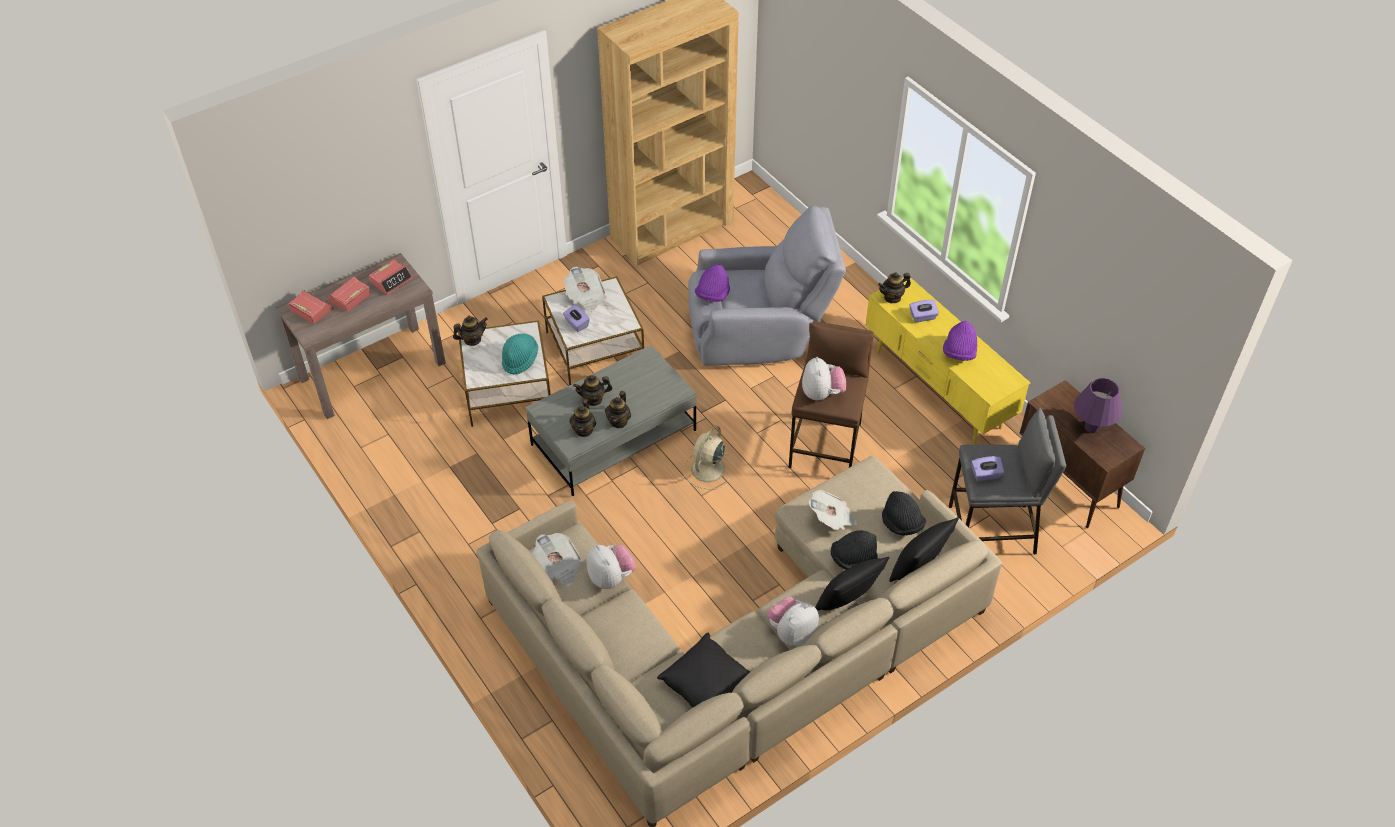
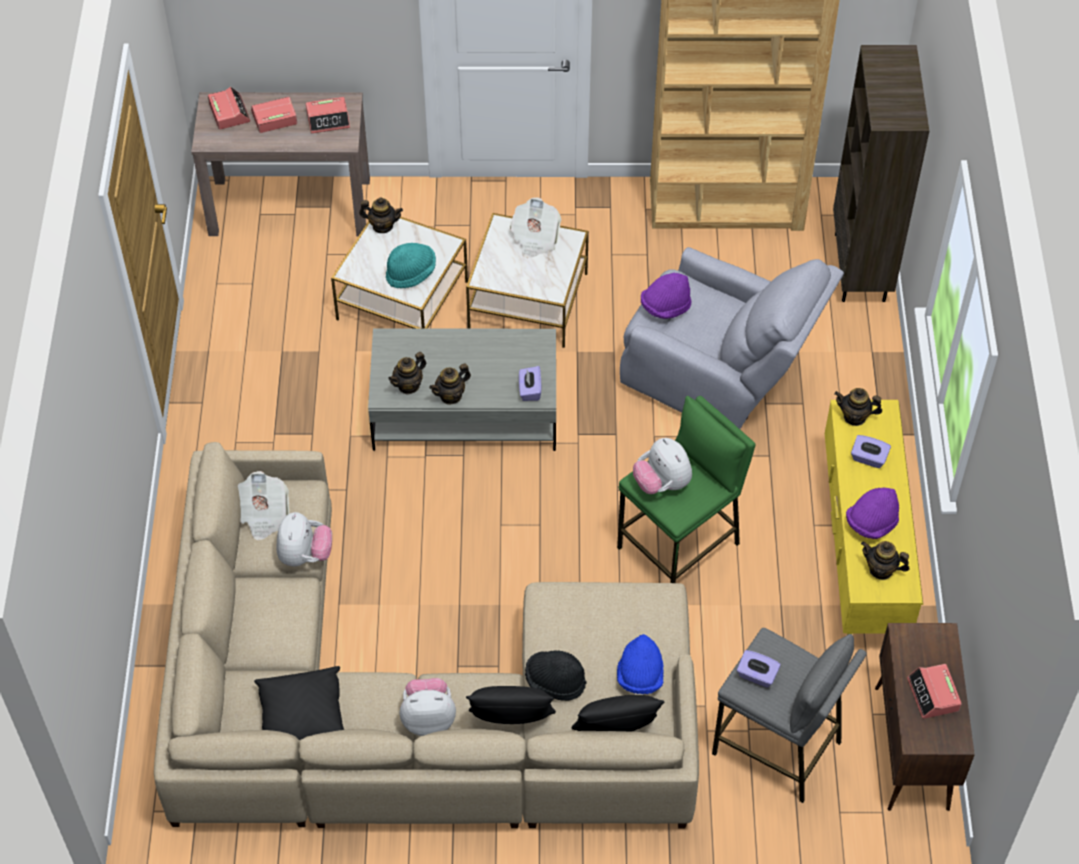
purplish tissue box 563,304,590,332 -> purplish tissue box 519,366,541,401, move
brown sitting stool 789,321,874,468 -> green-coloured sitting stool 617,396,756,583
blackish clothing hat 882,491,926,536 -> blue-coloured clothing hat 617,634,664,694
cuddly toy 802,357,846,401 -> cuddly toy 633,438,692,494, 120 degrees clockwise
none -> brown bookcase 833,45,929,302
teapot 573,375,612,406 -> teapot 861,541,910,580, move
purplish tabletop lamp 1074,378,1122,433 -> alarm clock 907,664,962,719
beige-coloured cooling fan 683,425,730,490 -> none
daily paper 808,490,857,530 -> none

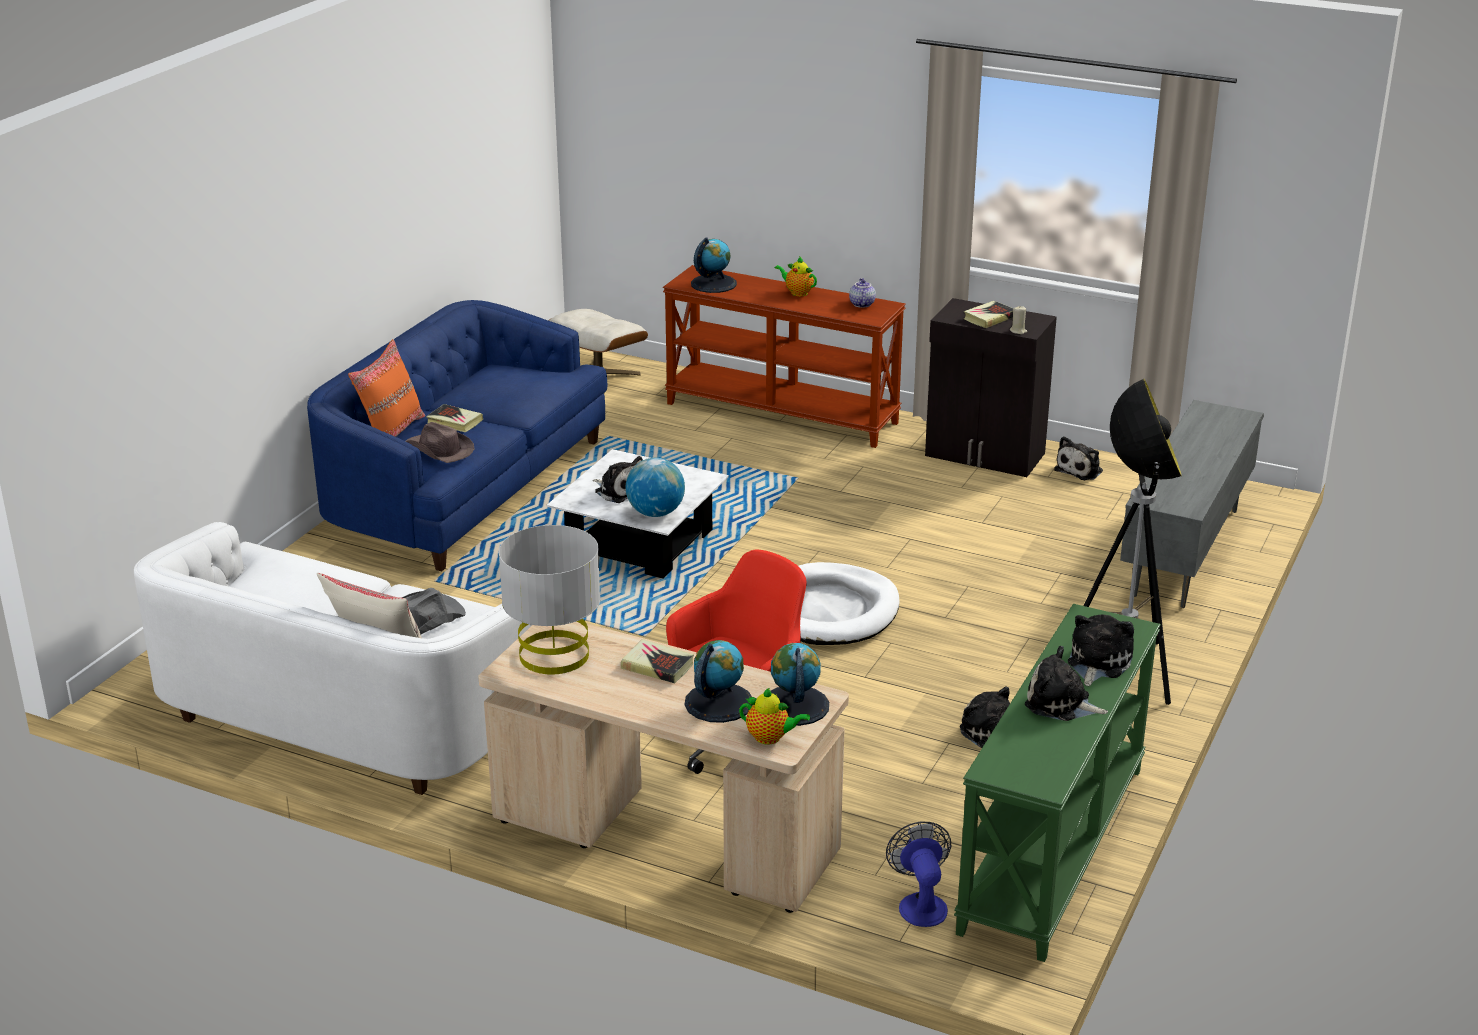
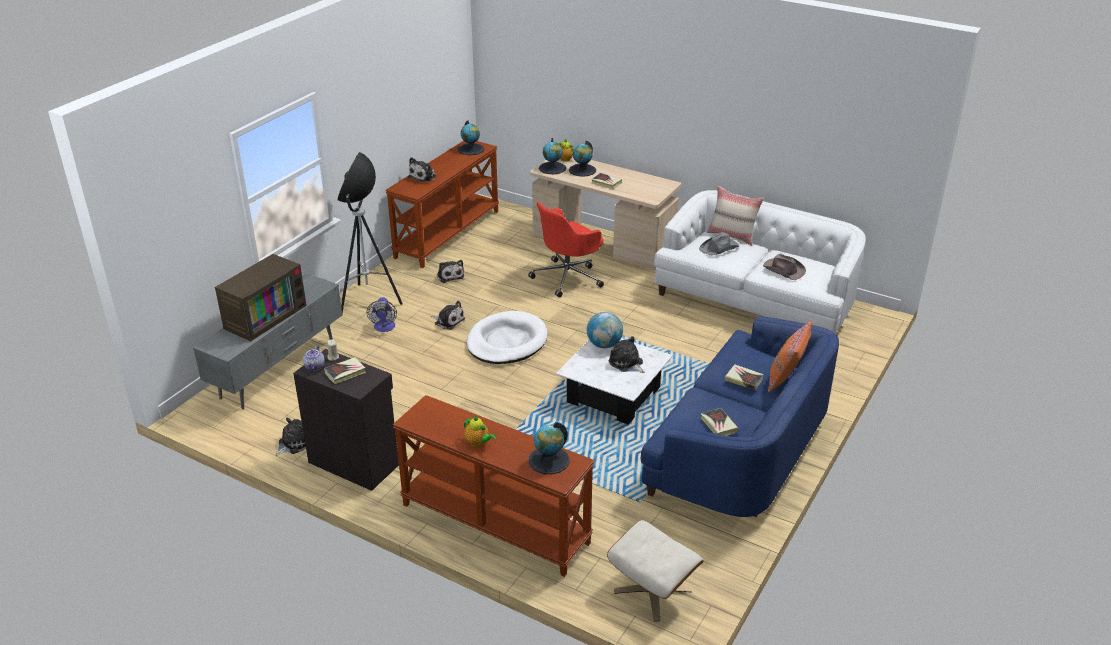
none -> TV 215,254,307,341
teapot 849,278,876,308 -> teapot 303,345,325,371, move
cooling fan 886,821,951,927 -> cooling fan 367,297,397,332, move
green-coloured console table 954,604,1161,962 -> brown console table 385,141,499,268
cuddly toy 1025,646,1108,721 -> cuddly toy 431,301,465,330, move
none -> globe 458,120,484,155
none -> volume 701,408,739,436
brown clothing hat 406,422,474,463 -> brown clothing hat 763,254,806,280, move
greyish tabletop lamp 499,525,600,675 -> none

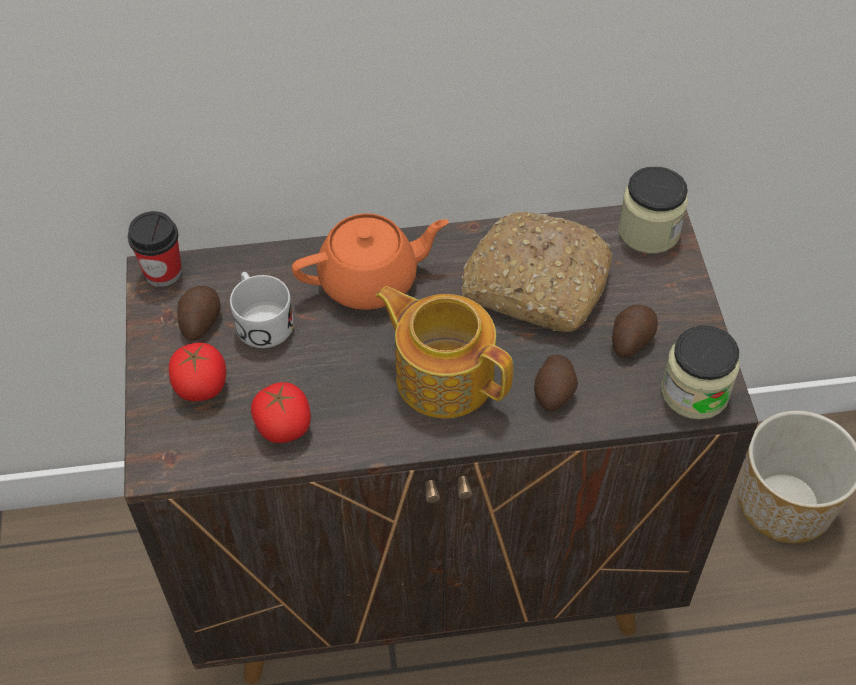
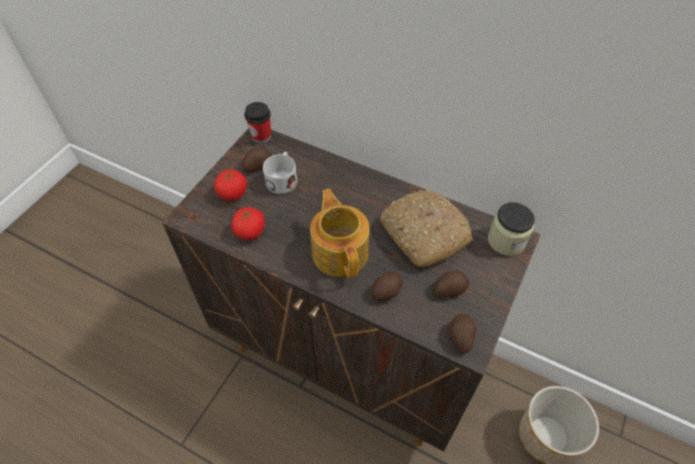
storage jar 661,325,739,420 -> whole potato 449,314,476,353
orange-coloured teapot 292,213,449,310 -> none

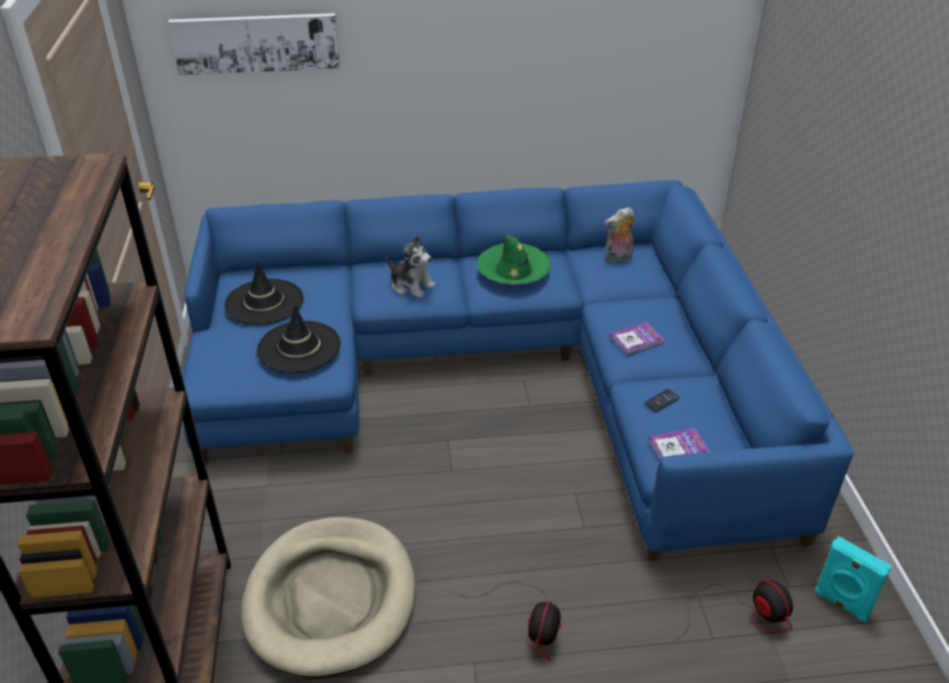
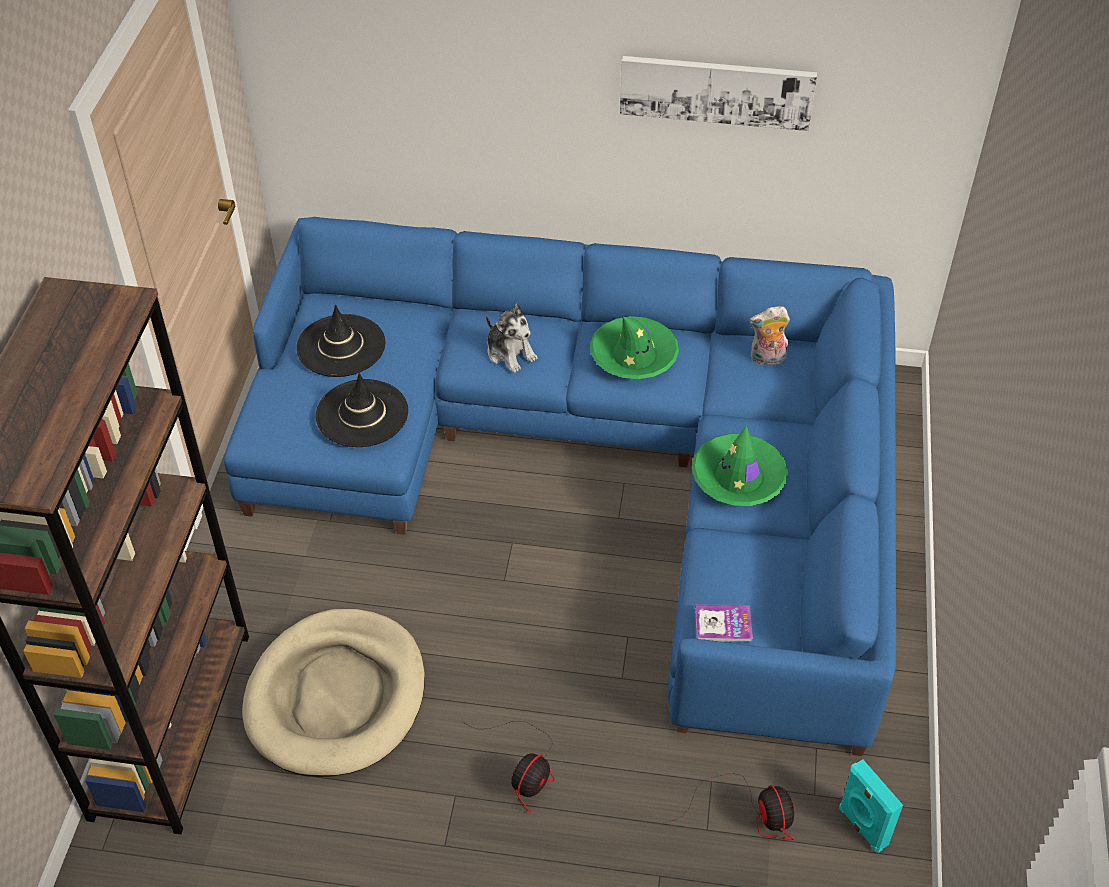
wall art 168,13,340,75 -> wall art 620,56,817,131, move
volume 610,322,665,355 -> green-coloured clothing hat 692,426,788,506
handset 645,389,679,412 -> none

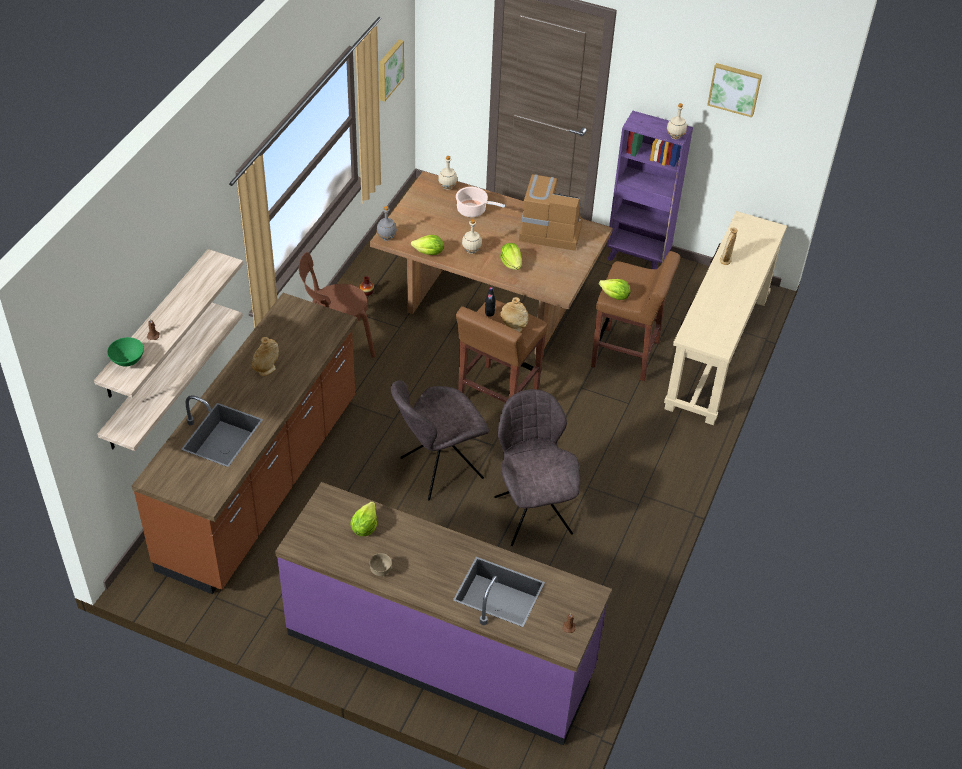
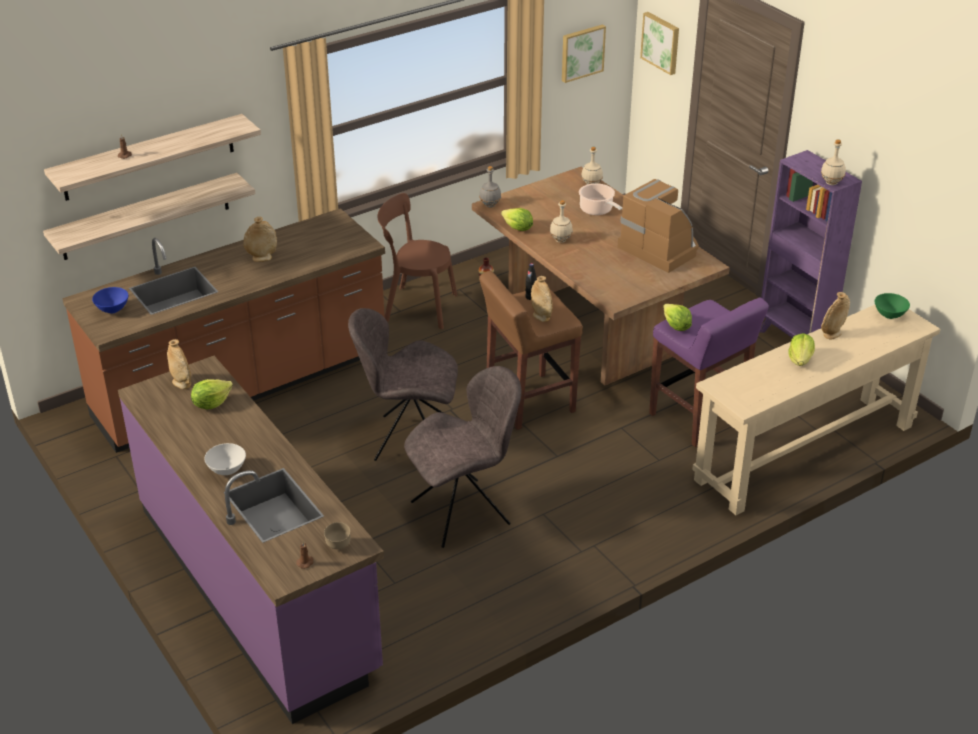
none -> blue-coloured serving bowl 92,287,128,313
none -> beige-coloured flower vase 167,339,191,389
none -> white-coloured serving bowl 204,443,246,475
brown serving bowl 370,553,392,576 -> brown serving bowl 324,522,351,549, move
greyish plain chair 494,389,580,546 -> greyish plain chair 404,366,522,548, 45 degrees clockwise
wall art 707,63,762,117 -> wall art 640,12,679,75, move
brown sitting stool 591,251,680,381 -> purplish sitting stool 649,297,769,447
head of lettuce 500,243,522,270 -> head of lettuce 788,333,815,366, move
green-coloured serving bowl 107,337,144,367 -> green-coloured serving bowl 875,293,910,319, move

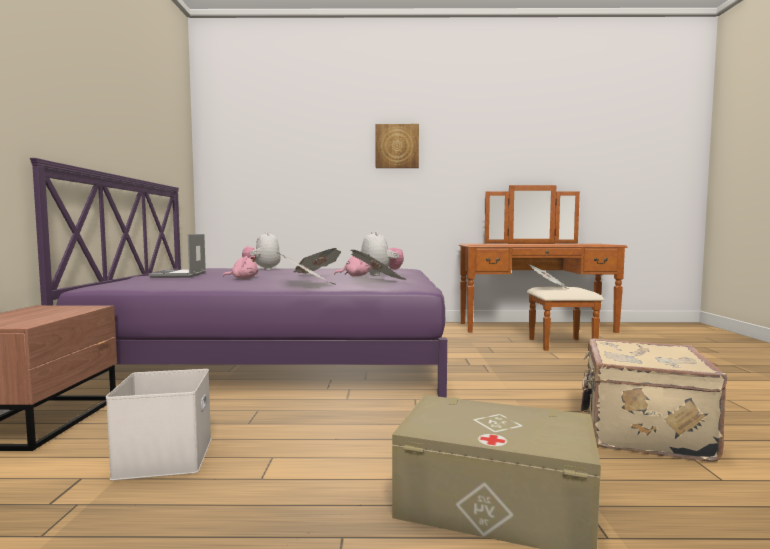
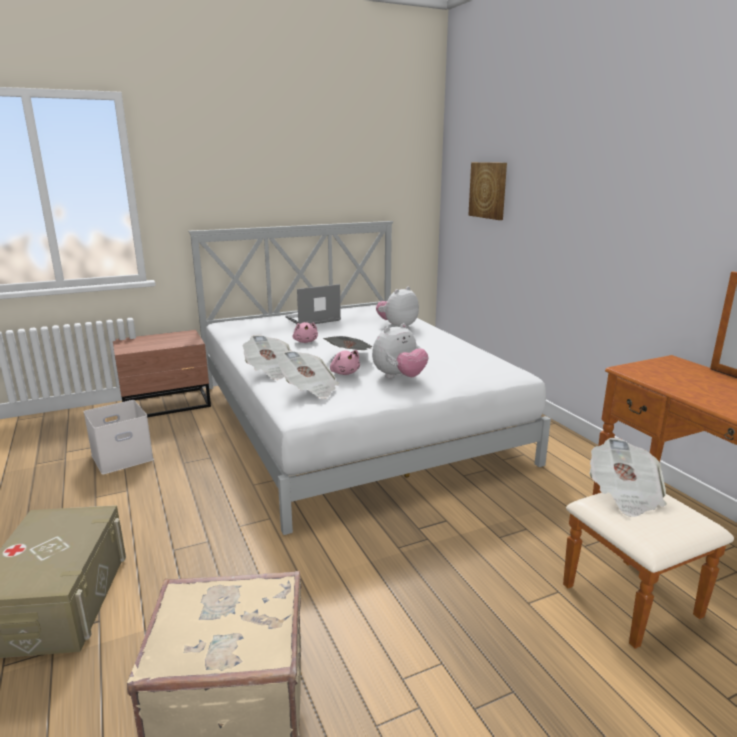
purplish sleeping bed 30,158,447,398 -> white-coloured sleeping bed 188,221,551,535
wall art 375,124,419,168 -> wall art 468,162,507,220, move

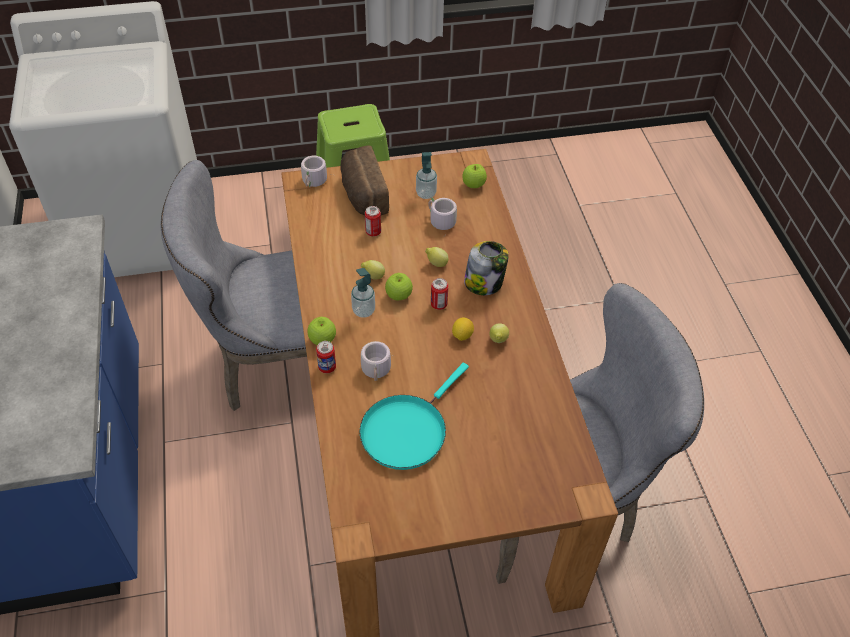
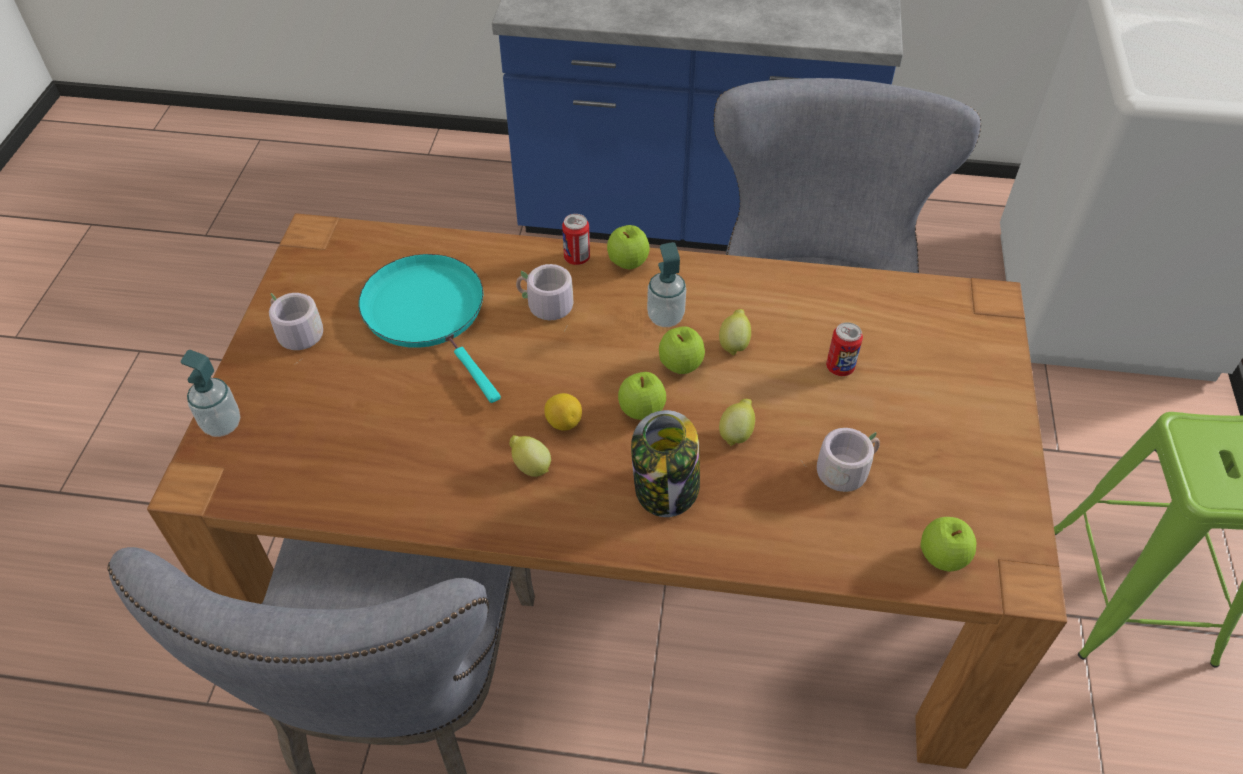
soap dispenser 416,152,437,199 -> soap dispenser 181,350,240,437, move
greyish tea mug 301,156,327,188 -> greyish tea mug 269,293,323,364, move
sealed can 431,278,448,310 -> apple 618,372,666,420
bakery bread 340,146,389,215 -> none

